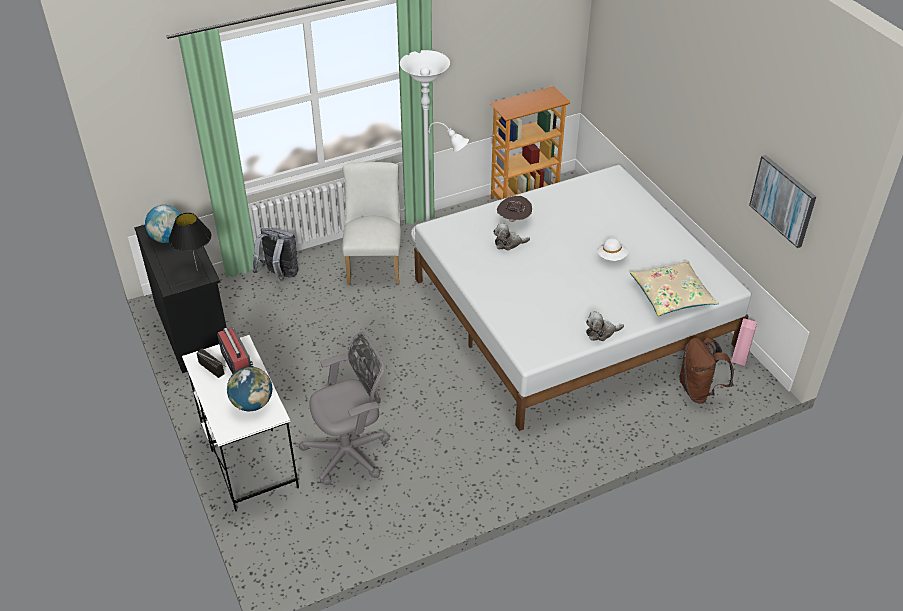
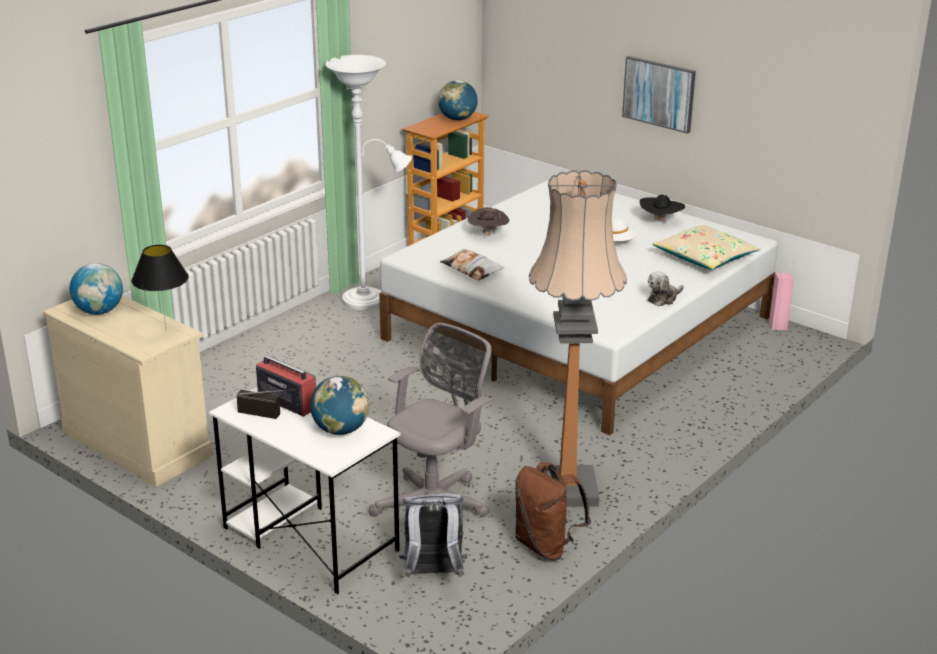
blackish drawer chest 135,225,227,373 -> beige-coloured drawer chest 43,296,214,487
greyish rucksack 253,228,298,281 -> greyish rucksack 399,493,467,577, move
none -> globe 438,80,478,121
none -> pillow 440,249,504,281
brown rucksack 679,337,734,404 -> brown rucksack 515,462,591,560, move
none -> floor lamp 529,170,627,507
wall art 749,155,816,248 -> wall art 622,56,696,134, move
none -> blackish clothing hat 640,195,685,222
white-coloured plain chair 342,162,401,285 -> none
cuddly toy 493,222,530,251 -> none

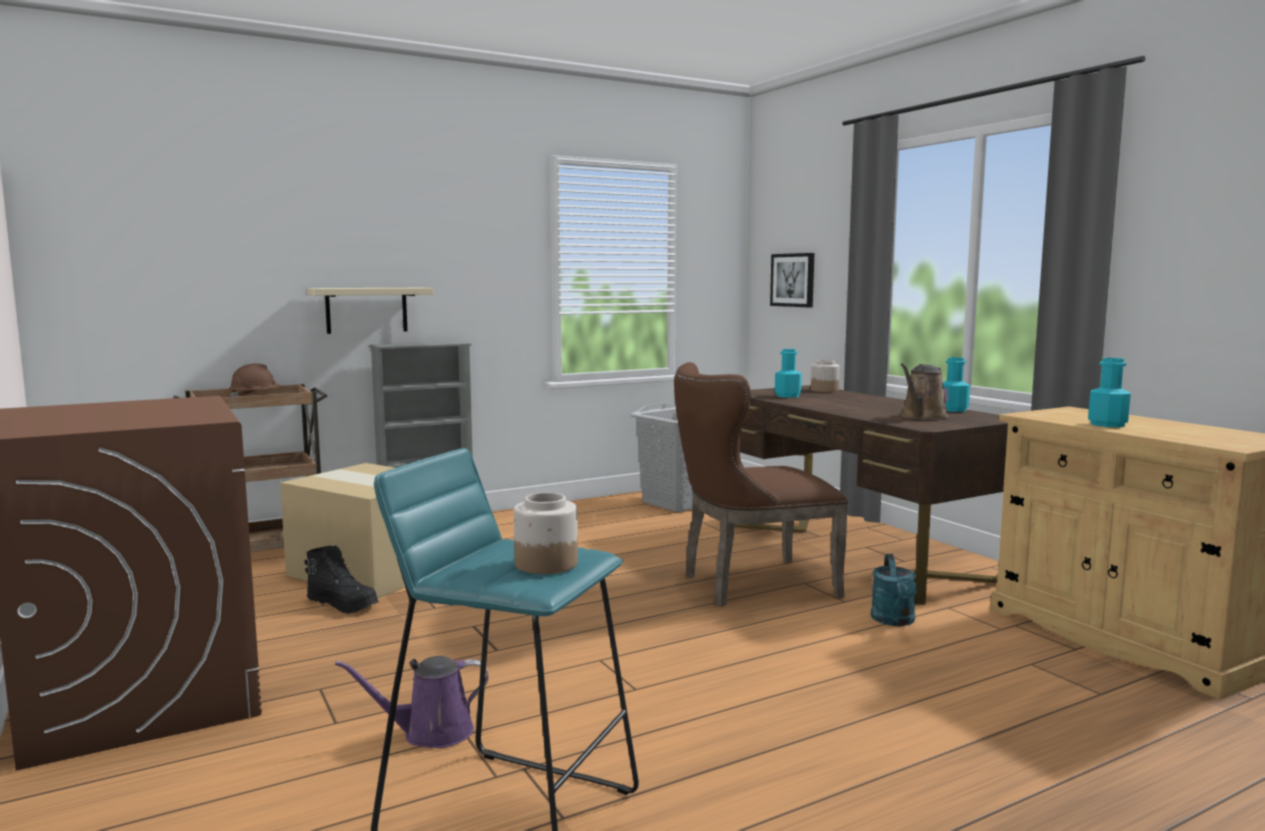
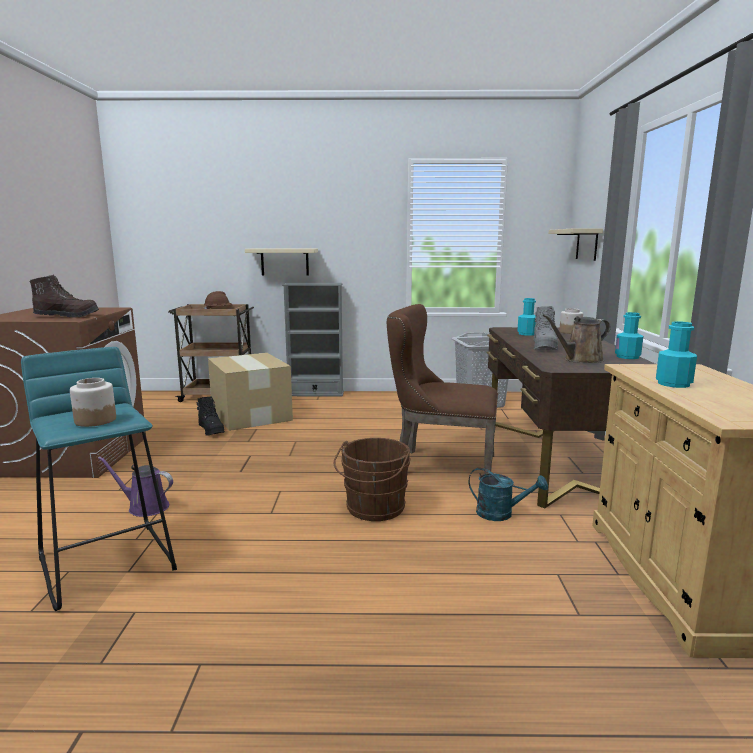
none -> brown tall boot 30,275,99,318
none -> brown pail 334,438,411,521
blue-green watering can 871,554,917,626 -> blue-green watering can 468,468,548,521, 105 degrees counterclockwise
none -> greyish tall boot 534,306,558,350
wall art 770,253,814,307 -> beige-coloured wall shelf 549,228,603,261

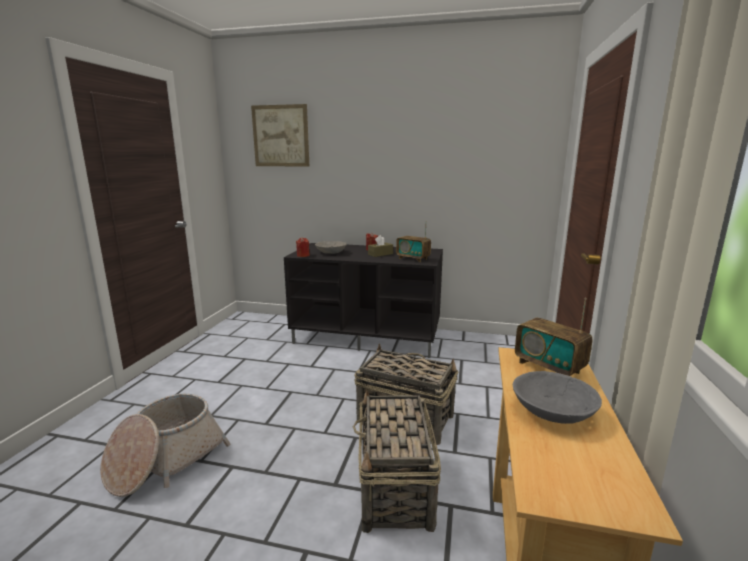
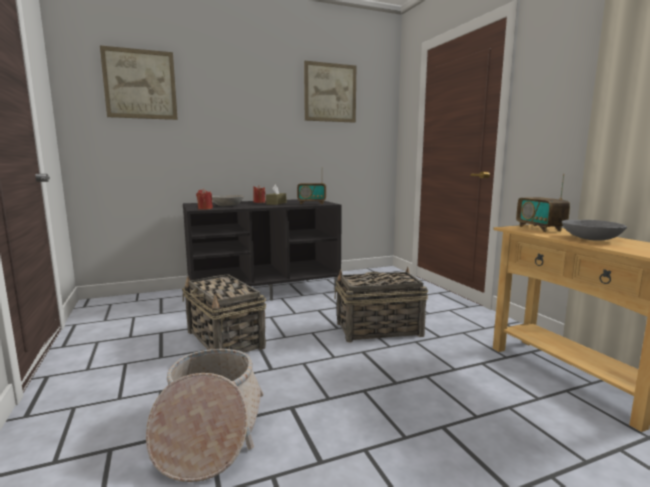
storage basket 353,390,441,533 -> storage basket 182,274,266,353, move
none -> wall art 304,61,356,123
radio receiver 515,298,592,376 -> radio receiver 516,174,570,232, 60 degrees clockwise

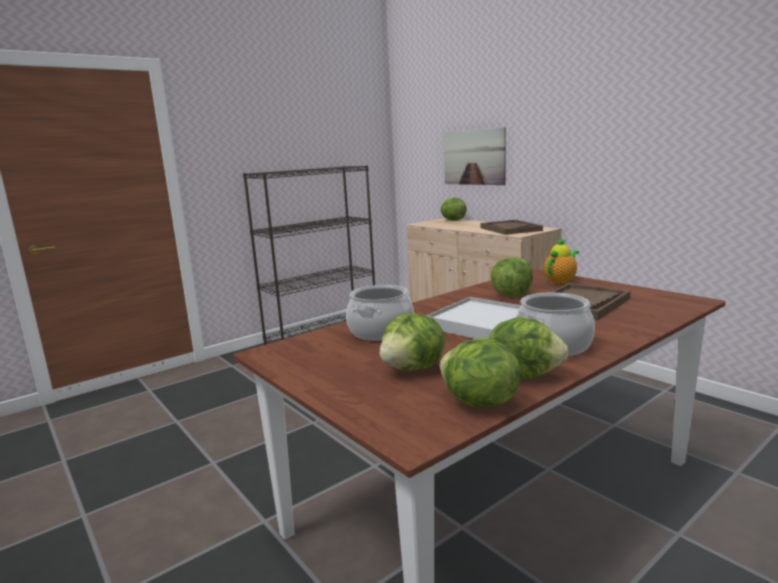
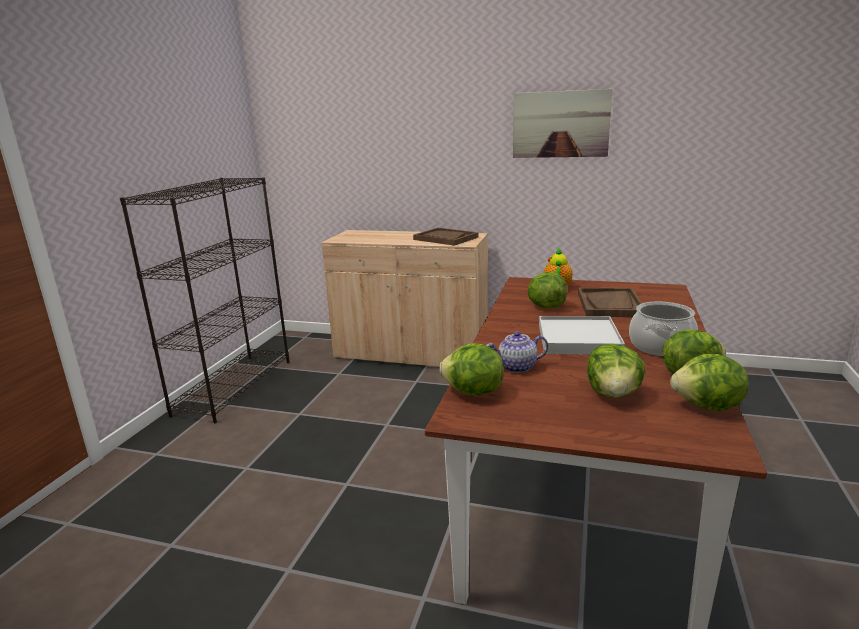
head of lettuce 440,198,467,221 -> head of lettuce 439,344,504,396, move
saucepot 346,285,414,341 -> teapot 487,331,548,373
wall art 444,127,506,185 -> wall art 513,89,612,158, move

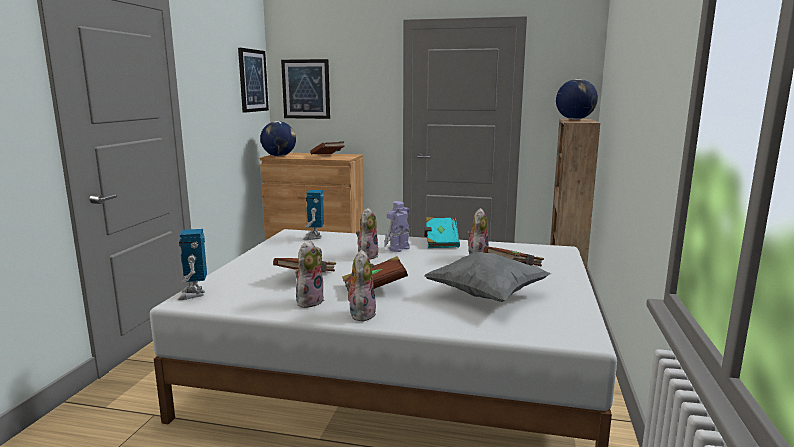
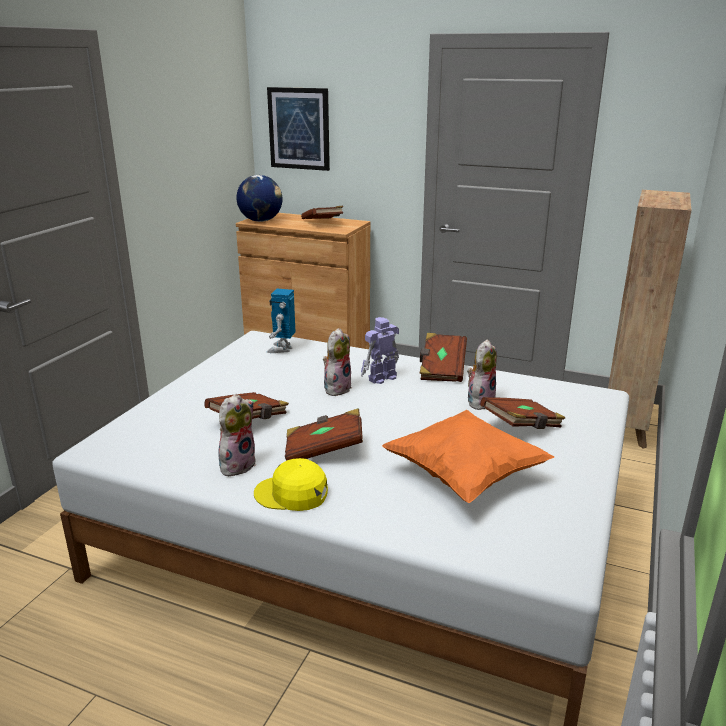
cuddly toy 345,250,376,322 -> yellow cap 254,458,328,511
greyish pillow 425,252,551,302 -> orange-coloured pillow 382,410,554,503
blue-green volume 424,217,460,248 -> brown volume 420,333,467,382
toy robot 177,229,207,300 -> none
wall art 238,48,269,113 -> none
globe 556,79,598,120 -> none

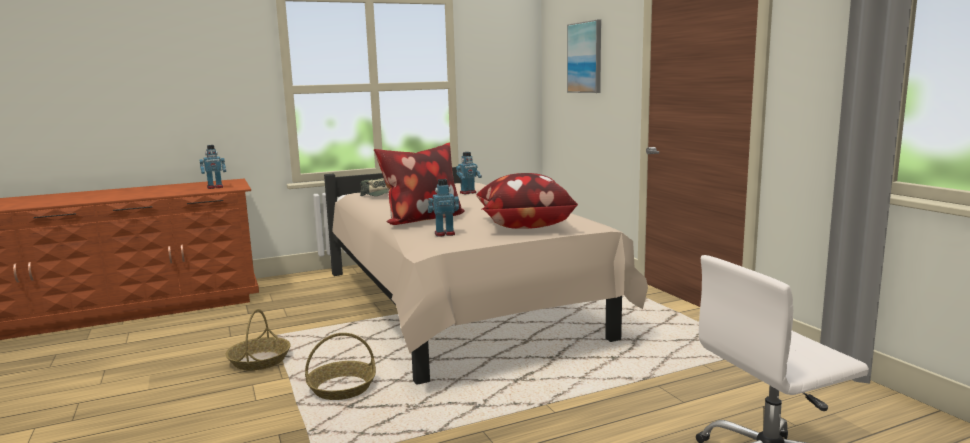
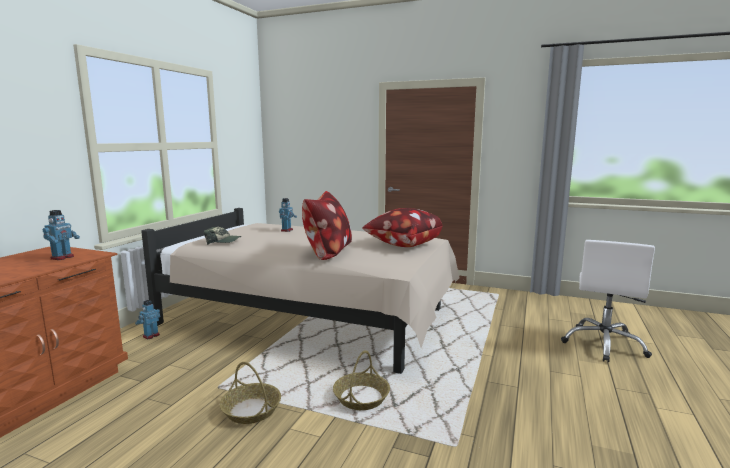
toy robot 428,179,459,237 -> toy robot 135,300,160,339, move
wall art 567,19,601,93 -> none

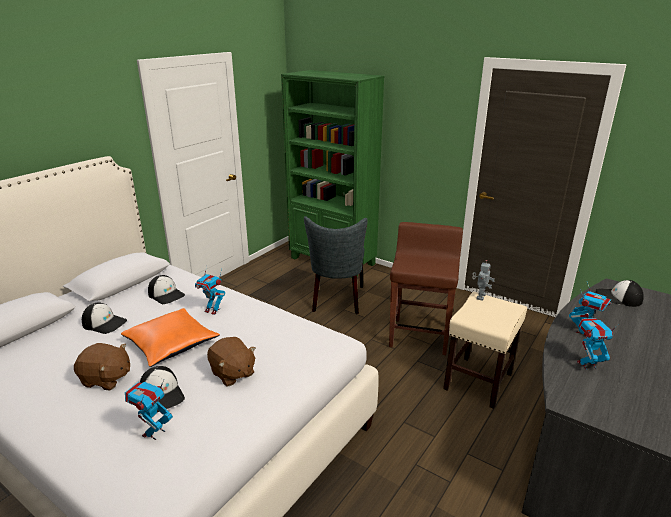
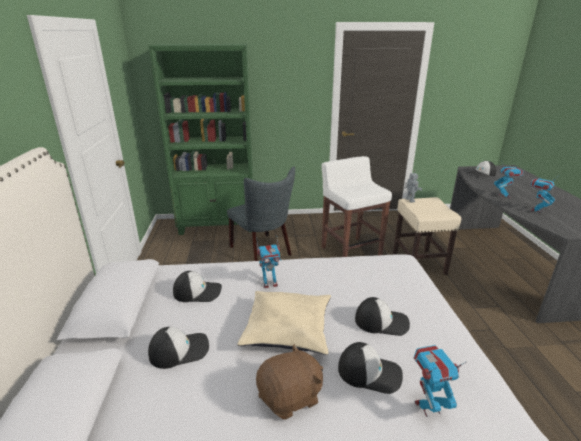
orange-coloured pillow 121,308,220,367 -> beige-coloured pillow 237,291,331,355
brown sitting stool 389,222,463,355 -> white-coloured sitting stool 321,156,392,257
brown cuddly toy 207,337,256,387 -> cap 355,297,410,336
toy robot 125,380,173,440 -> toy robot 413,345,466,417, 90 degrees clockwise

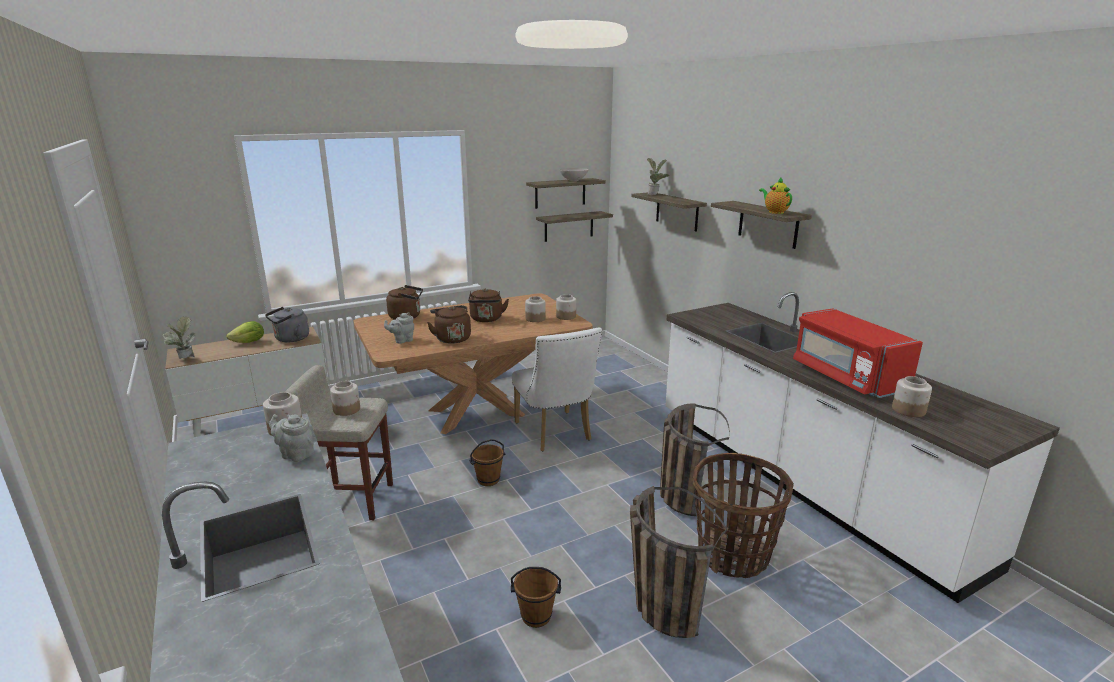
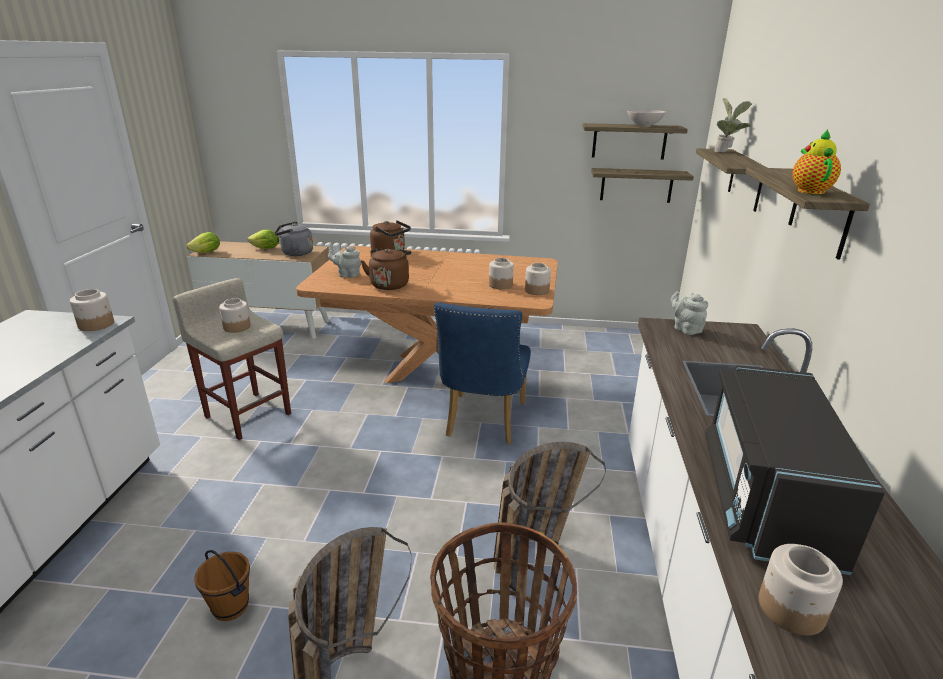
plant in a pot 163,316,195,359 -> head of lettuce 186,232,220,253
white-coloured plain chair 512,327,602,451 -> blue-coloured plain chair 434,302,531,444
greyish teapot 269,414,314,462 -> greyish teapot 671,291,708,335, move
red-coloured kitchen microwave 793,308,923,398 -> blackish kitchen microwave 705,365,885,575
brown tea kettle 468,288,509,322 -> none
brown pail 469,439,505,486 -> none

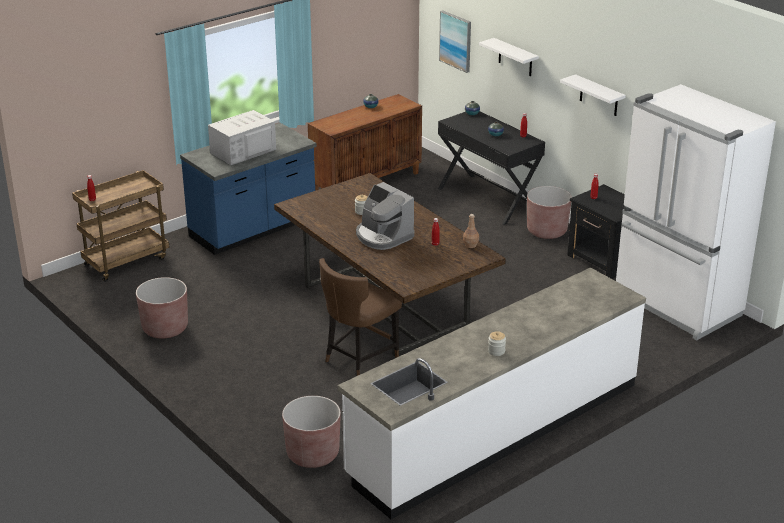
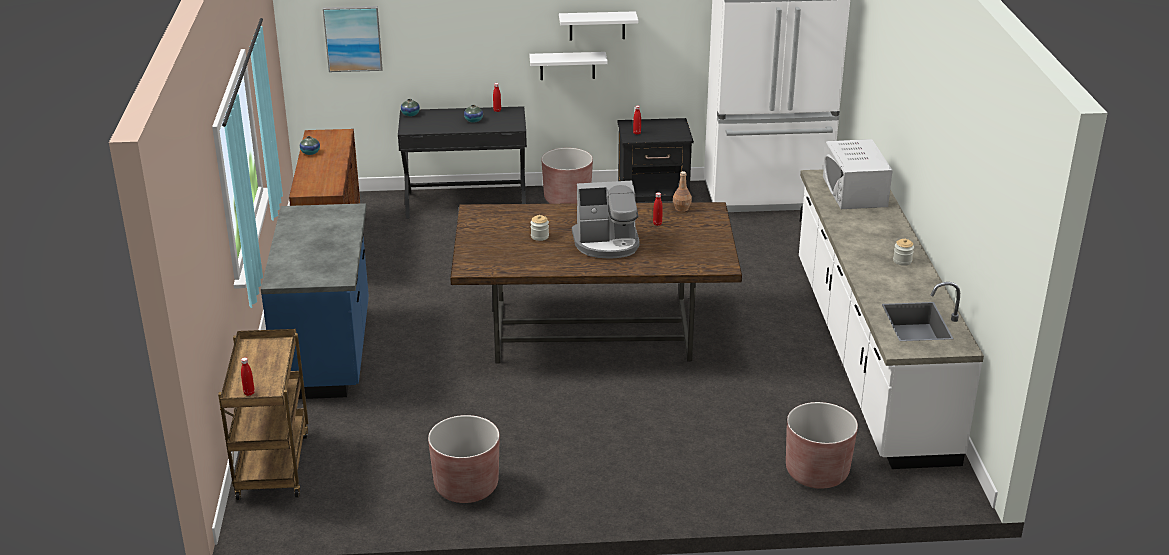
white-coloured wall shelf 479,38,539,76 -> white-coloured wall shelf 529,52,608,80, move
white-coloured kitchen microwave 208,110,276,165 -> white-coloured kitchen microwave 823,139,893,209, move
brown plain chair 319,258,402,376 -> none

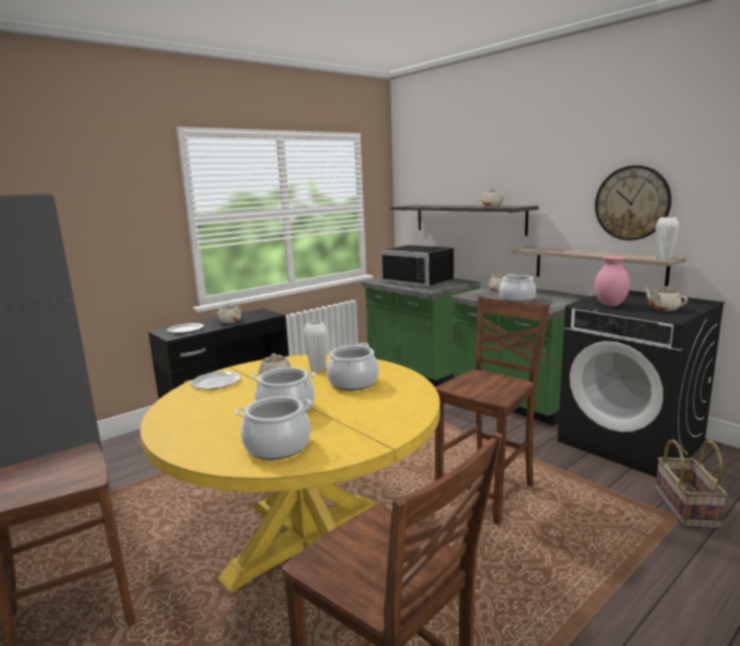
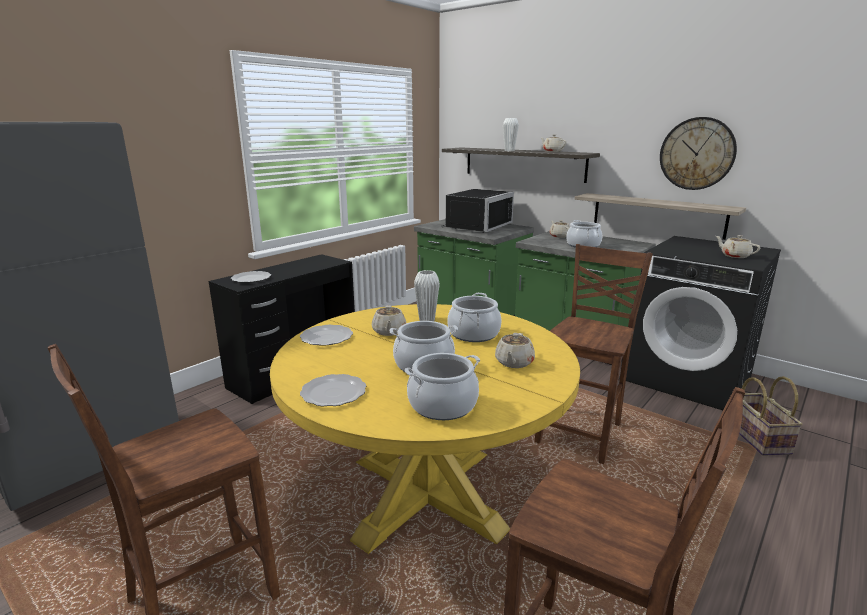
none -> flat dish 300,374,366,406
blackish kitchen microwave 380,245,454,287 -> blackish kitchen microwave 441,189,514,233, 90 degrees counterclockwise
beige-coloured teapot 214,304,241,324 -> beige-coloured teapot 495,333,535,368, move
white-coloured flower vase 655,217,679,260 -> white-coloured flower vase 503,118,519,151, move
pink-coloured flower vase 594,256,630,306 -> none

